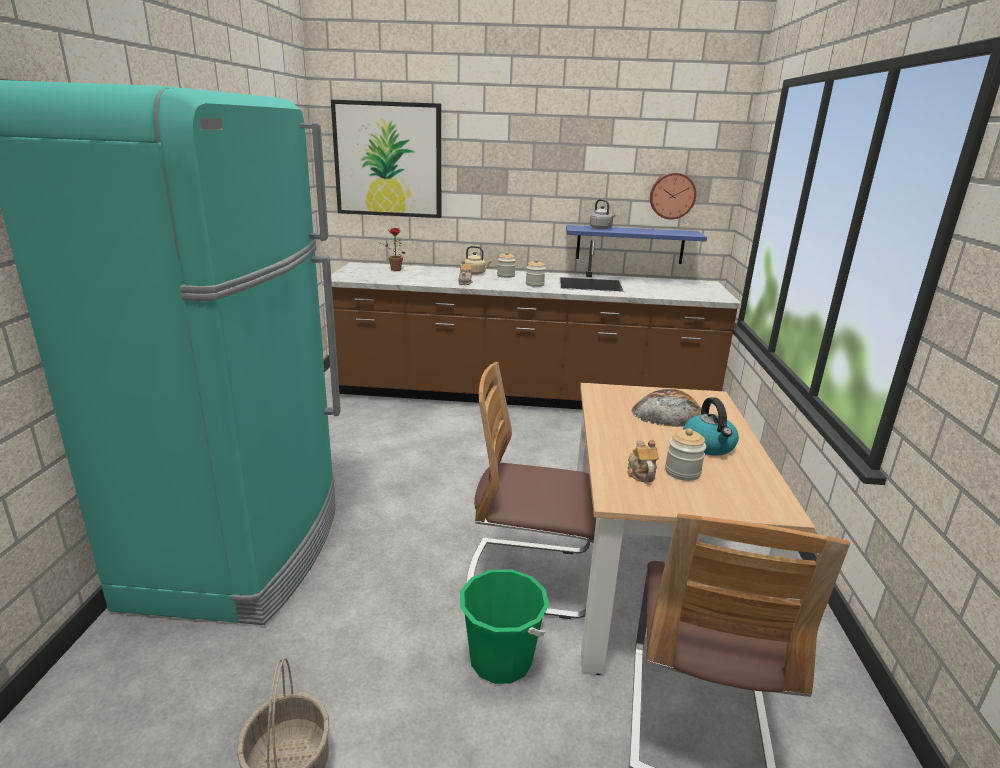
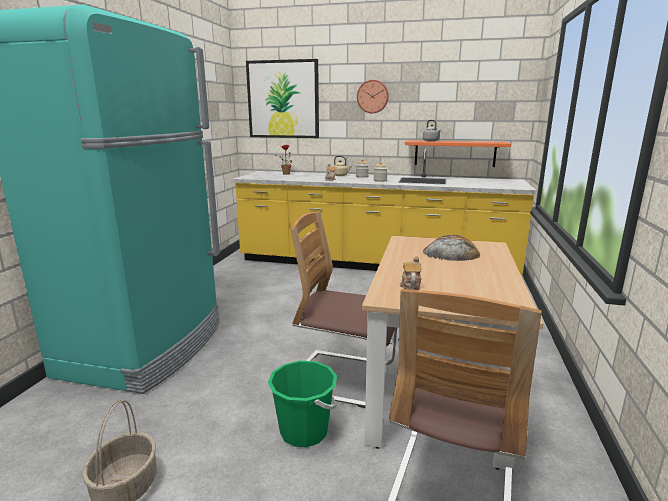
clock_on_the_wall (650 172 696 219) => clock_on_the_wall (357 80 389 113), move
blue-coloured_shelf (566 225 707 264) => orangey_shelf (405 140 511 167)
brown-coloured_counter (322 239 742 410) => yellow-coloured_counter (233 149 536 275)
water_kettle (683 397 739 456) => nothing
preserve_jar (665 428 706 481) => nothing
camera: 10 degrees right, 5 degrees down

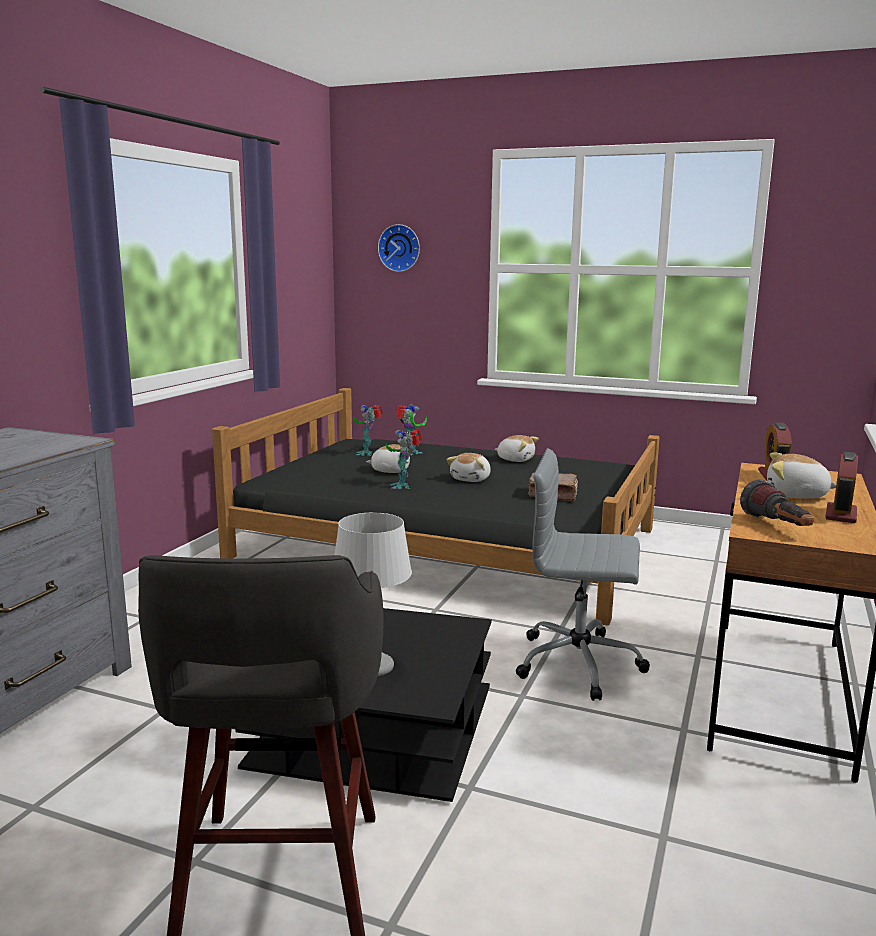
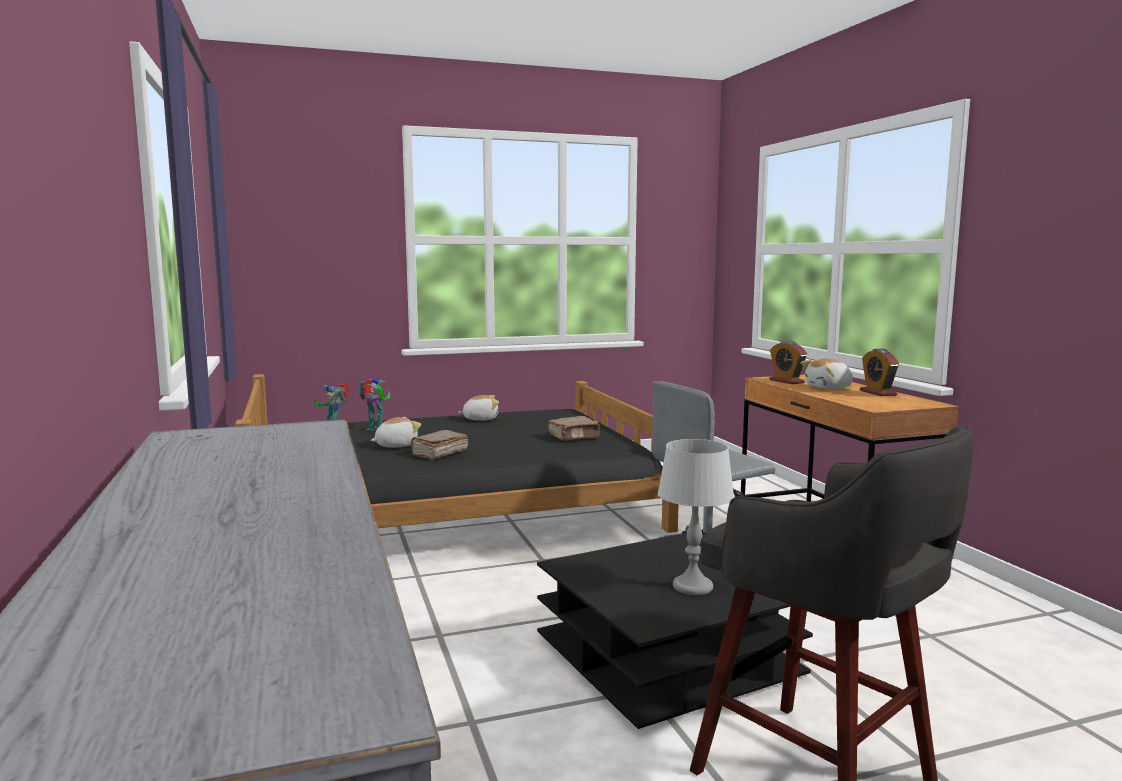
clock_on_the_wall (378 224 420 272) => nothing
toy_robot (386 429 422 489) => brown-coloured_volume (410 430 468 460)
soft_toy (446 453 491 482) => nothing
hand_torch (740 479 814 526) => nothing
camera: 40 degrees left, 5 degrees down

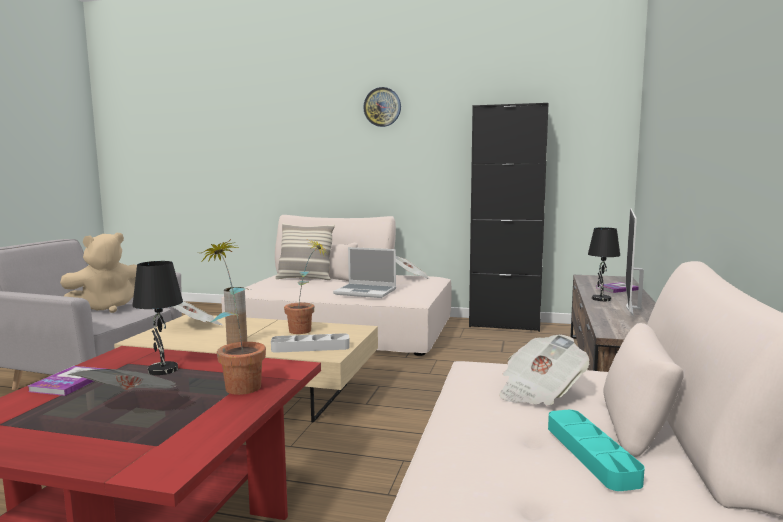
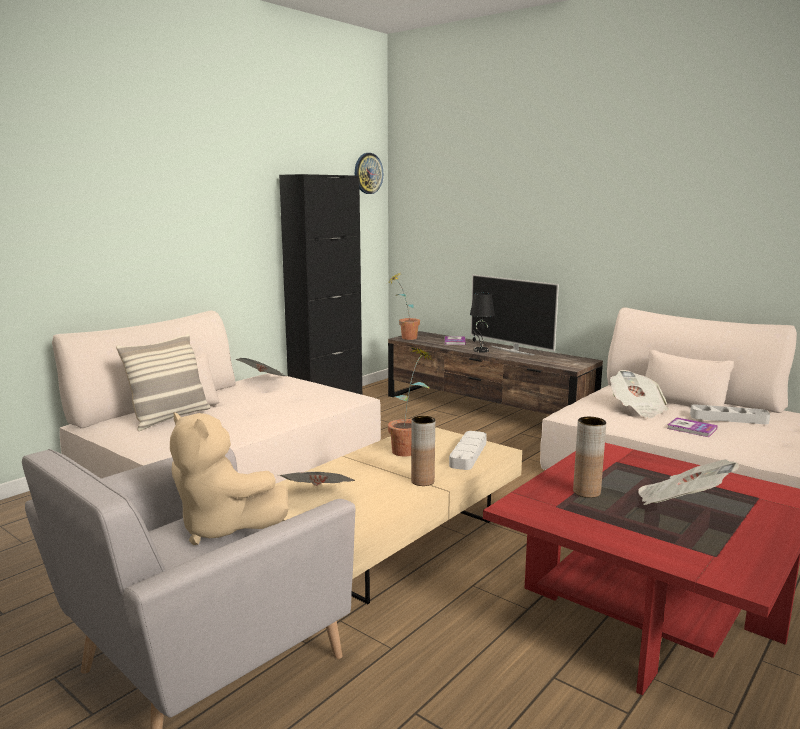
clock_on_the_wall (363 87 401 127) => clock_on_the_wall (355 153 383 194), move
beige_soft_toy (60 233 137 313) => beige_soft_toy (170 412 289 545), 135 degrees clockwise
plant_in_a_pot (201 239 266 395) => plant_in_a_pot (388 273 420 340), move
laptop (333 247 396 298) => nothing
blackish_tabletop_lamp (132 261 183 375) => brown-coloured_vase (573 417 606 498)
volume (28 366 105 396) => volume (667 417 718 437), move
turquoise-coloured_tray (548 410 645 491) => gray_tray (690 404 770 424)
camera: 65 degrees left, 5 degrees up

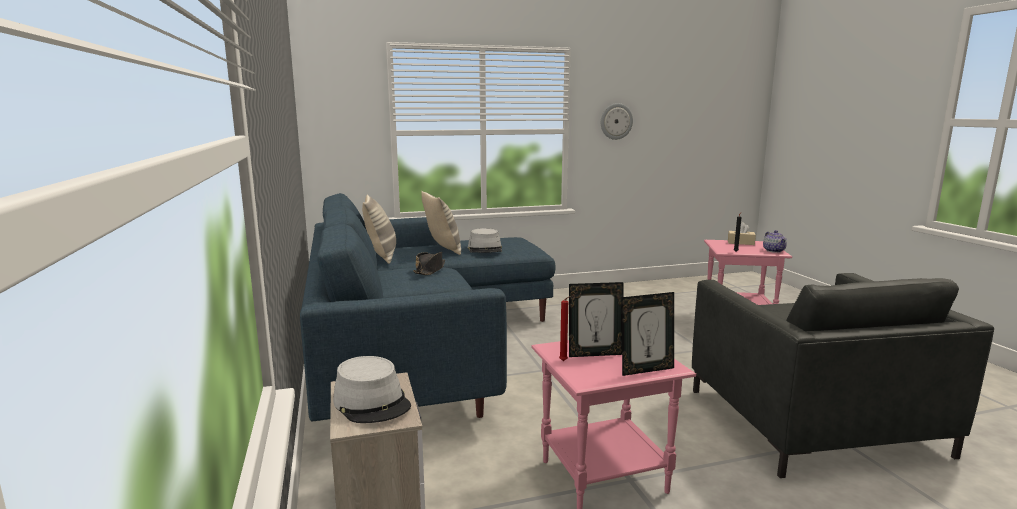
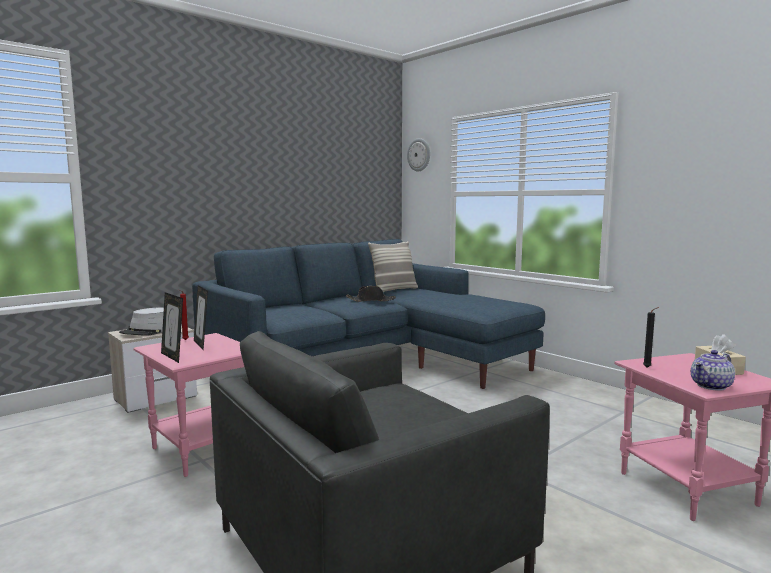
clock_on_the_wall (601 103 633 140) => clock_on_the_wall (407 138 430 172), move
pillow (421 191 461 255) => nothing
gray_wearable_hat (468 228 502 253) => nothing
camera: 65 degrees right, 5 degrees down

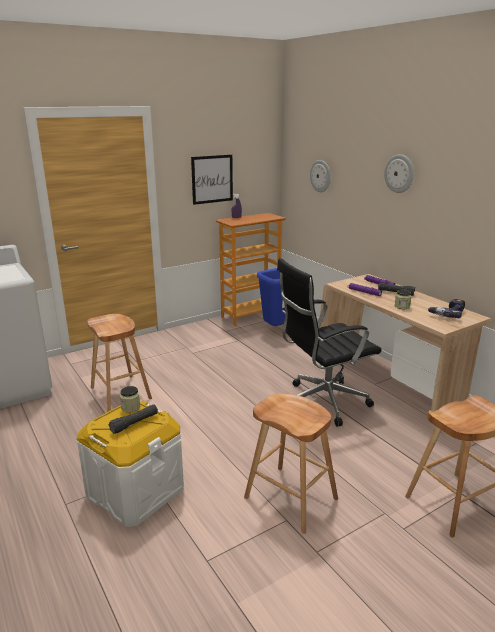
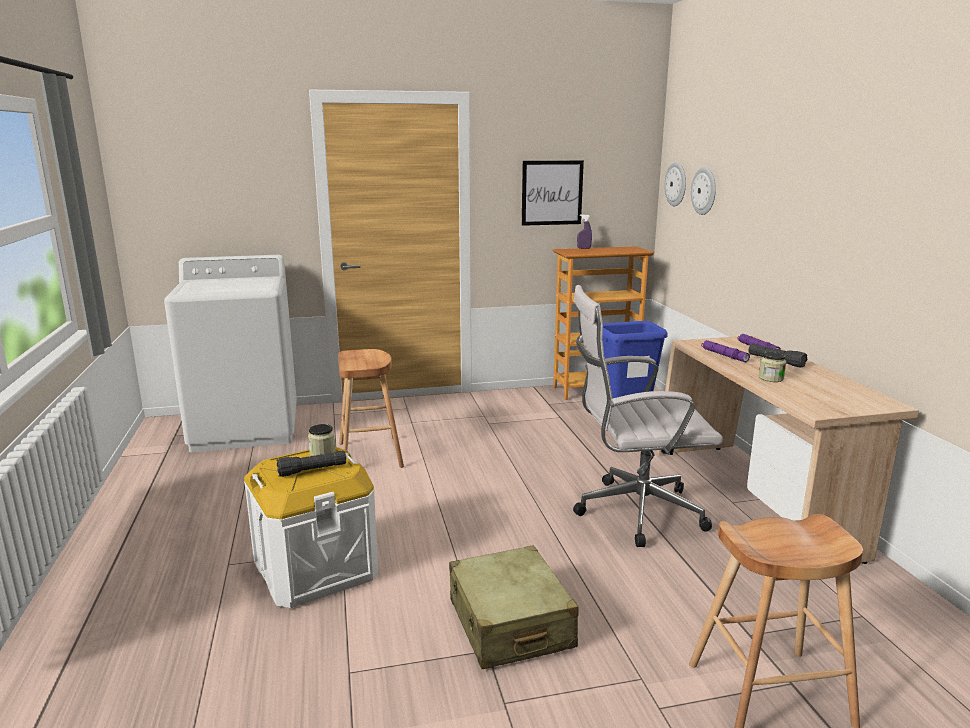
clock_on_the_wall (384 154 414 193) => clock_on_the_wall (664 162 686 206), move
blackish_desk_chair (277 258 382 427) => white_desk_chair (573 285 723 547)
power_drill (428 299 465 318) => nothing
brown-coloured_stool (244 393 338 534) => beige_travel_case (449 545 579 669)
camera: 20 degrees right, 5 degrees down

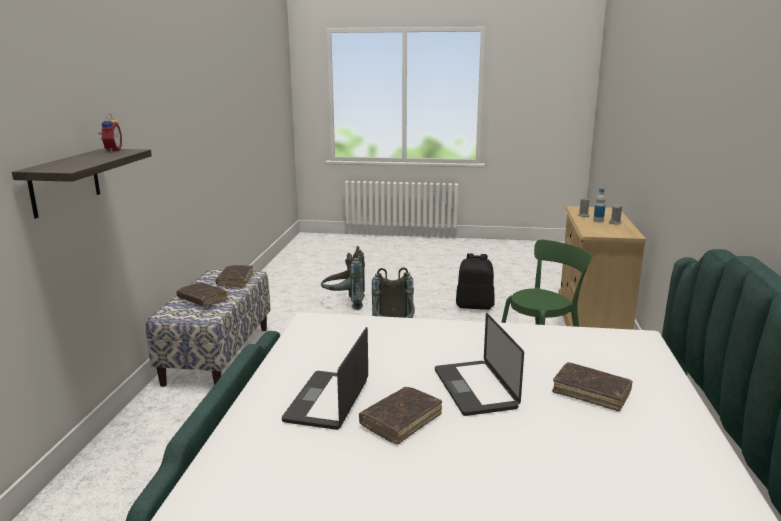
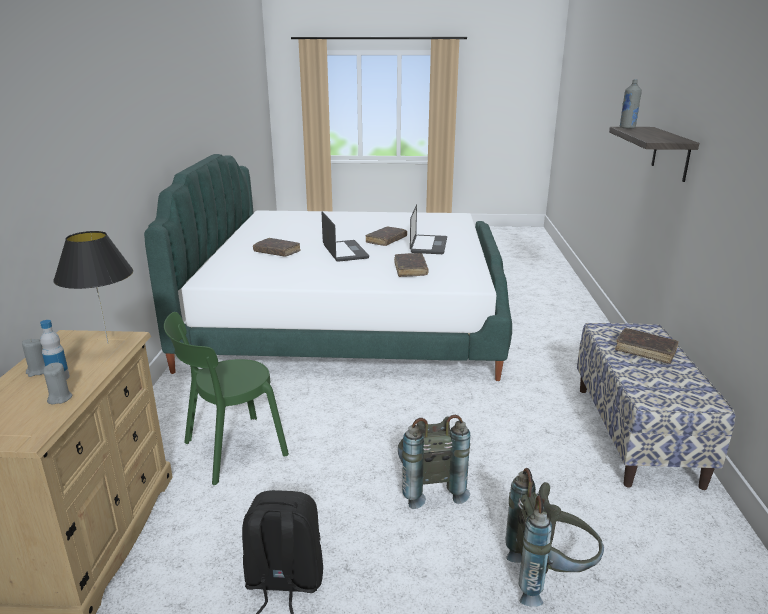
bedside_clock (99 113 122 152) => nothing
brown-coloured_volume (216 265 253 287) => brown-coloured_volume (394 253 429 277), move
nothing => gray_drink_bottle (620 79 642 129)
nothing => blackish_tabletop_lamp (53 231 133 344)
camera: 175 degrees right, 5 degrees up

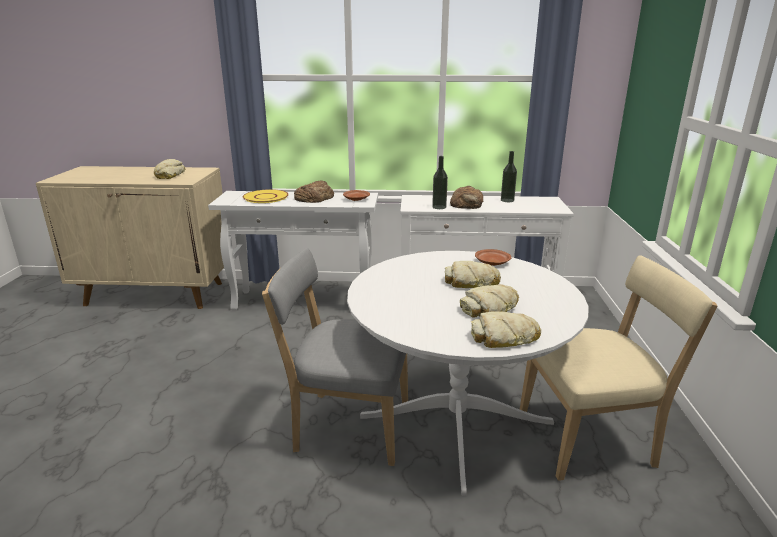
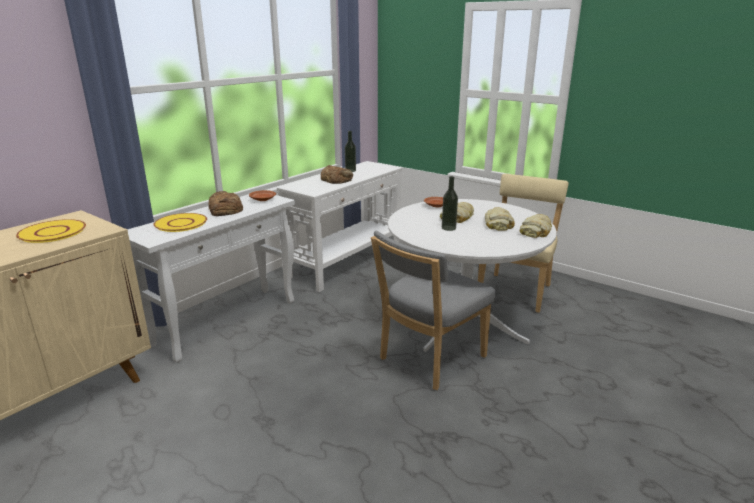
drink_bottle (432 156 448 209) => drink_bottle (442 176 458 231), move
bakery_bread (154 159 185 179) => yellow-coloured_flat_dish (16 219 86 243)
camera: 55 degrees left, 0 degrees up

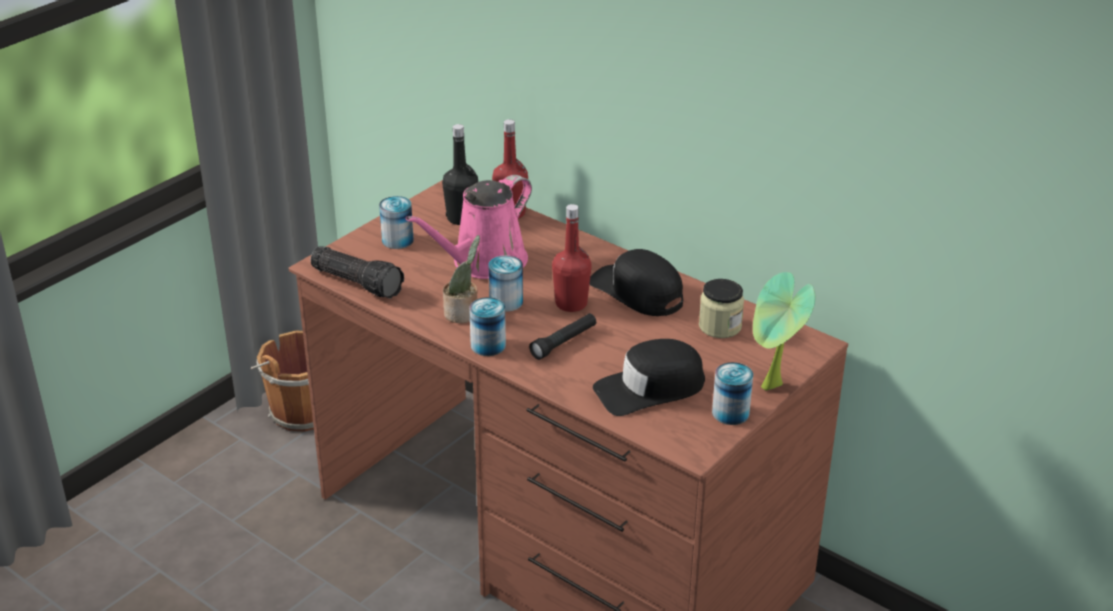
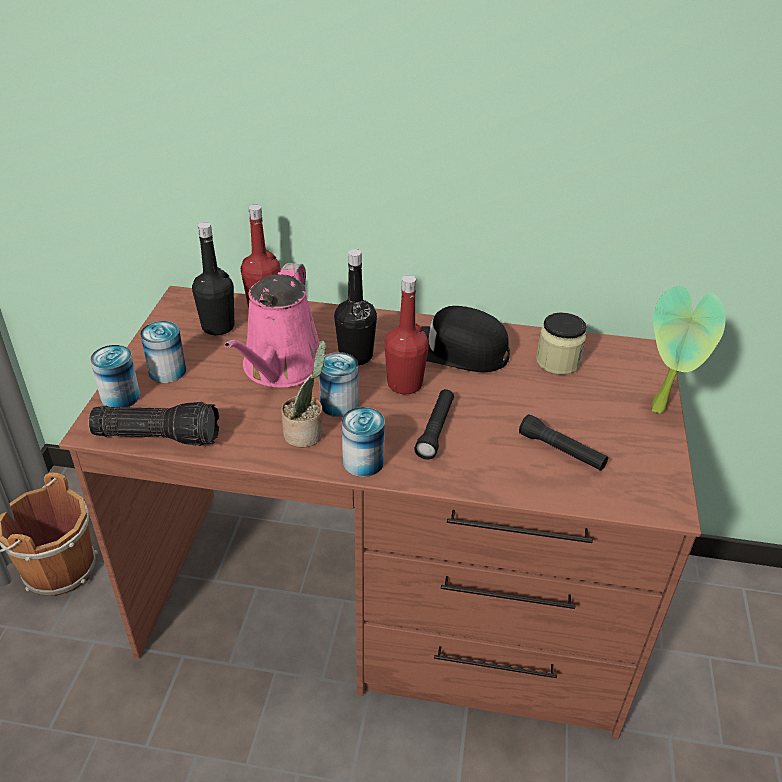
blackish_peaked_cap (593 339 705 416) => blackish_hand_torch (519 414 608 471)
metal_can (712 362 753 425) => metal_can (90 345 140 407), move
nothing => blackish_drink_bottle (334 249 377 365)
camera: 30 degrees left, 5 degrees up

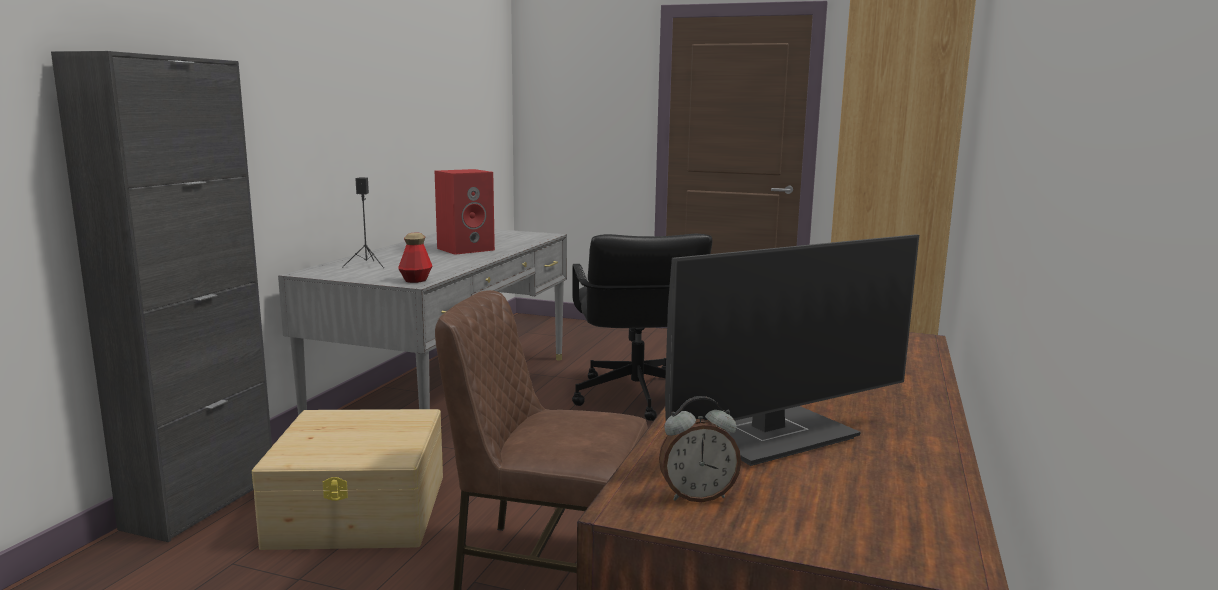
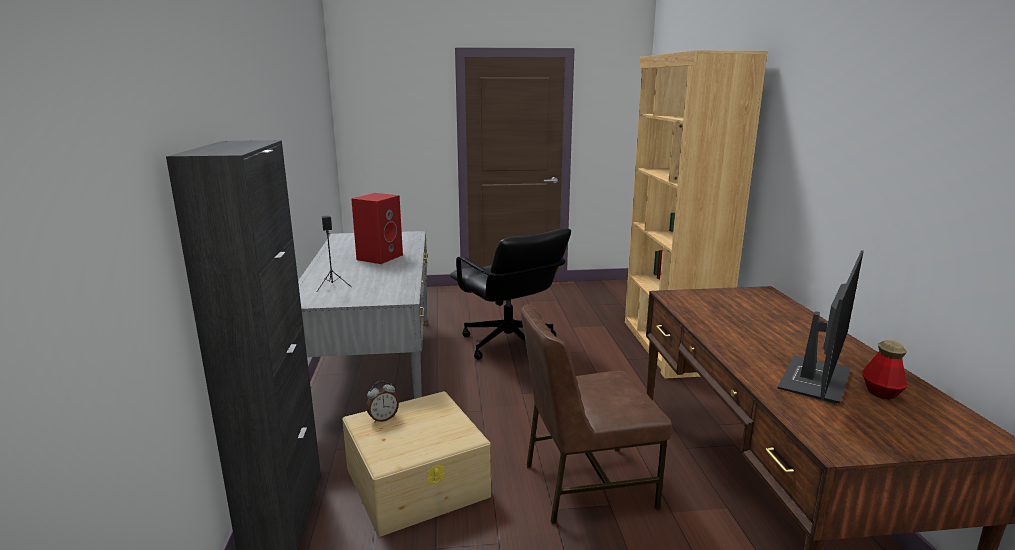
drink_bottle (398 233 432 283) => drink_bottle (862 340 908 399), move
bedside_clock (659 396 741 502) => bedside_clock (366 381 399 423), move
camera: 25 degrees left, 5 degrees up

